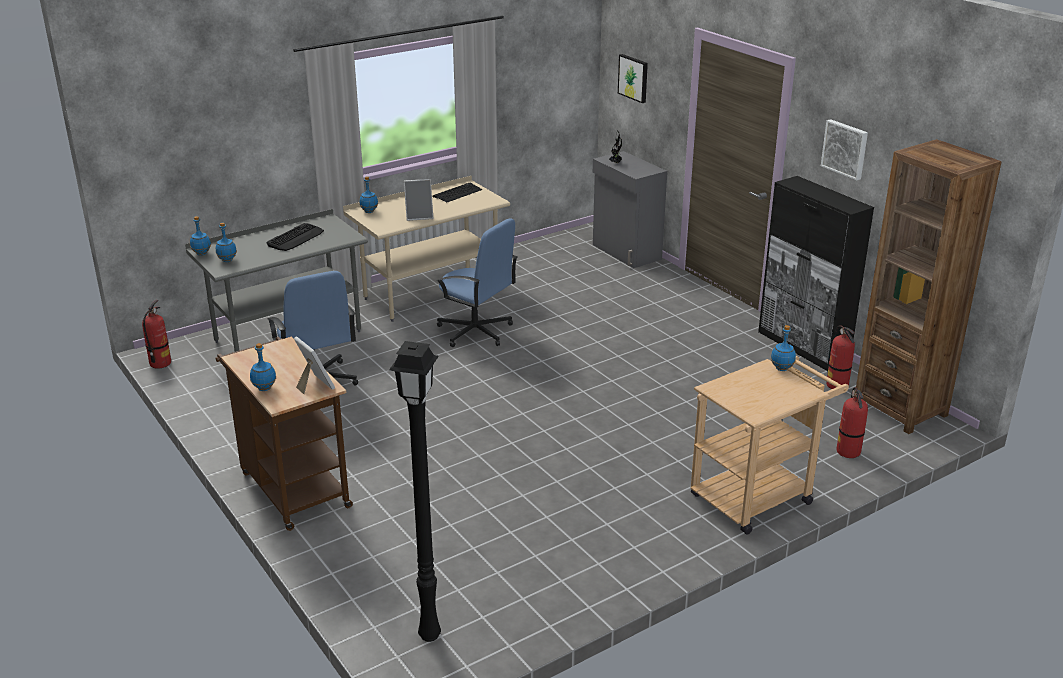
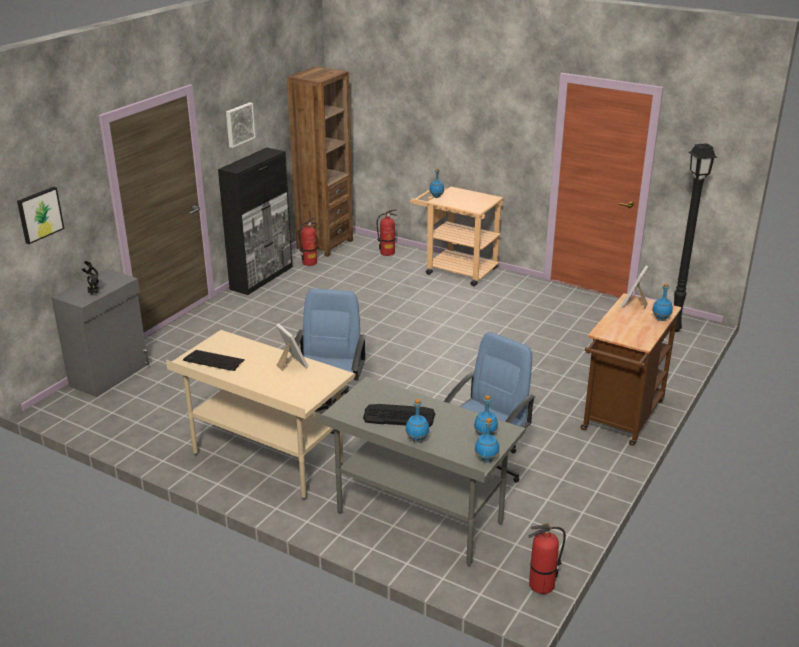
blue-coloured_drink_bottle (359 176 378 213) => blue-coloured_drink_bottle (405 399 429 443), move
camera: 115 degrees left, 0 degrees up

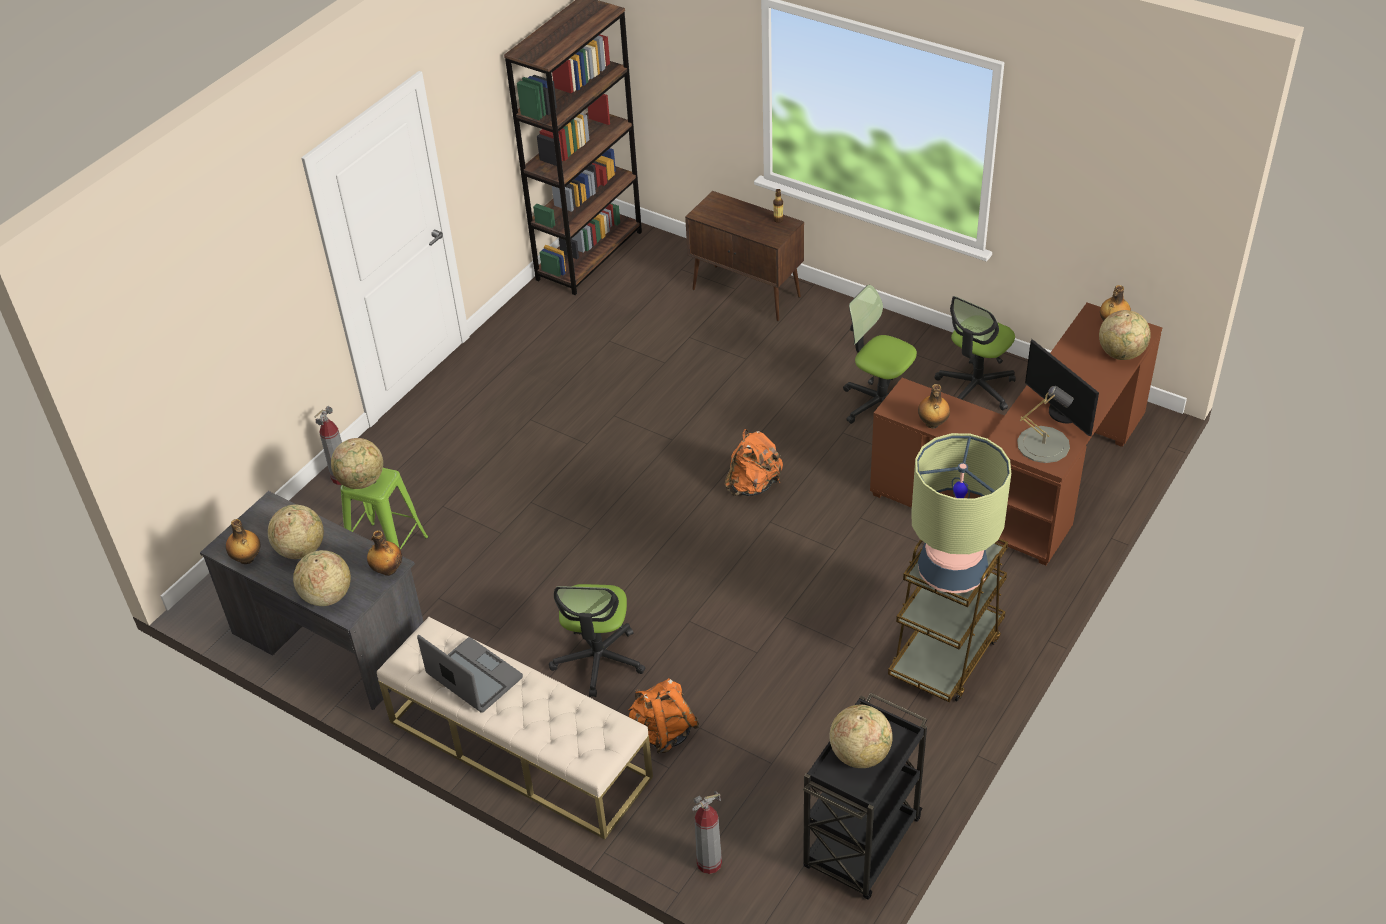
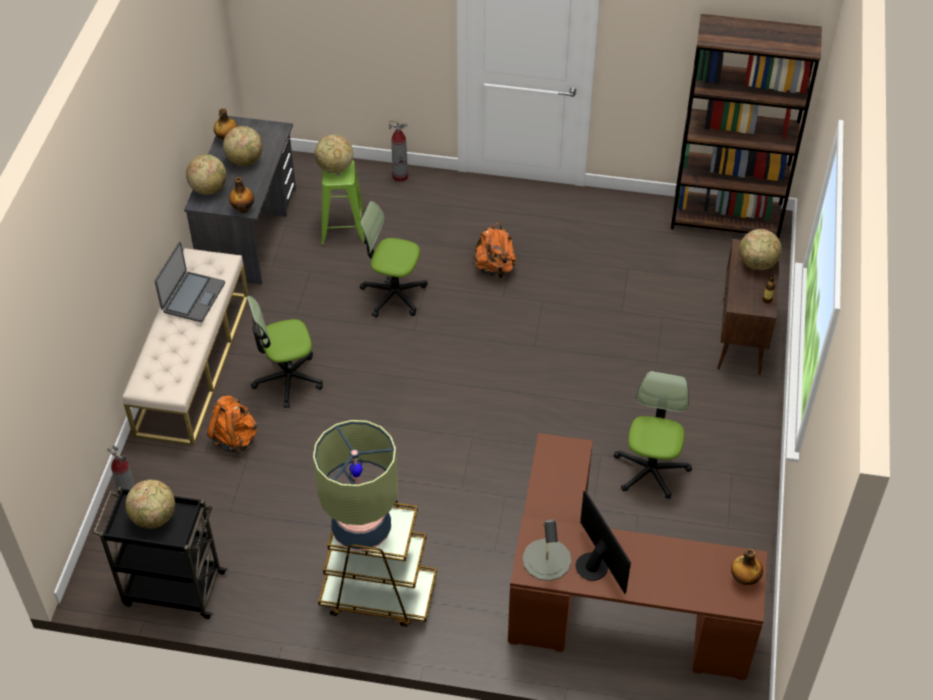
desk_chair (934 296 1016 410) => desk_chair (360 201 428 318), move
world_globe (1099 310 1151 360) => world_globe (739 229 782 270), move
computer_display (1025 339 1099 436) => computer_display (575 491 631 594), 120 degrees clockwise
drink_bottle (918 384 950 429) => nothing
orangey_backpack (725 429 783 496) => orangey_backpack (472 223 516 278), move
camera: 65 degrees right, 5 degrees up

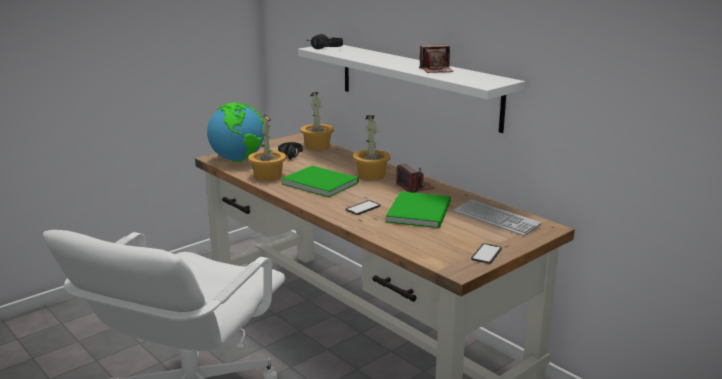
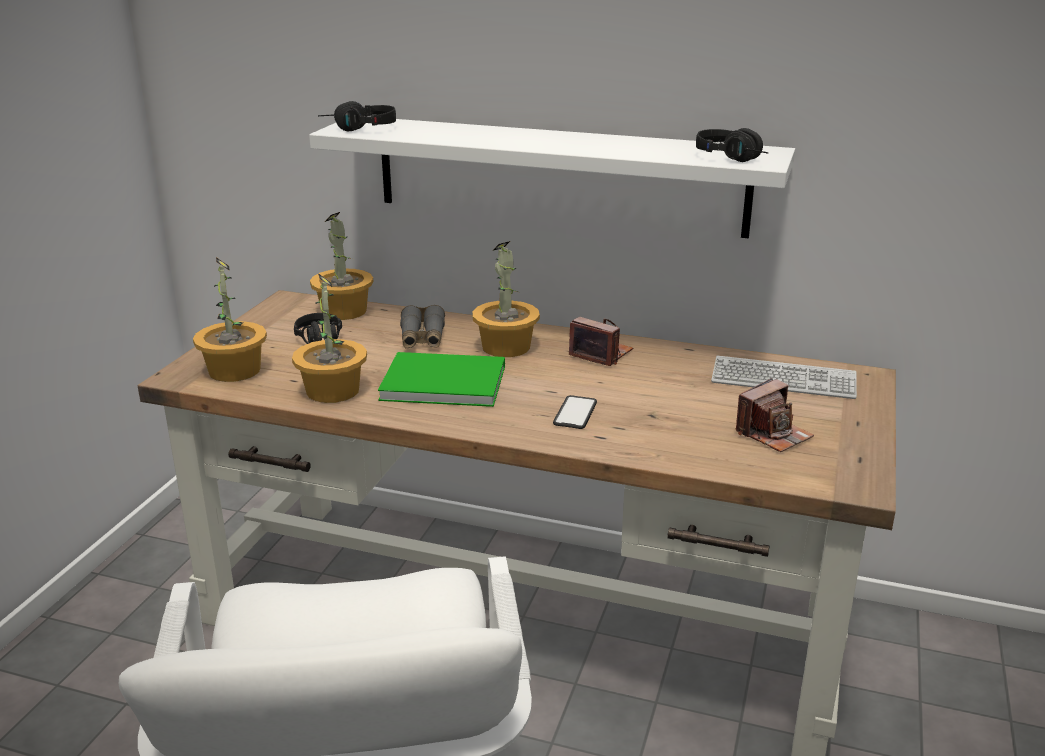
still_camera (419 44 454 73) => still_camera (736 378 814 452), move
world_globe (207 103 264 162) => plant_in_a_pot (193 257 267 382)
green_volume (386 191 451 228) => nothing
telephone (471 243 502 264) => nothing
nothing => blackish_pair_of_headphones (696 128 768 162)
nothing => gray_field_glasses (400 305 445 348)
camera: 30 degrees left, 5 degrees up

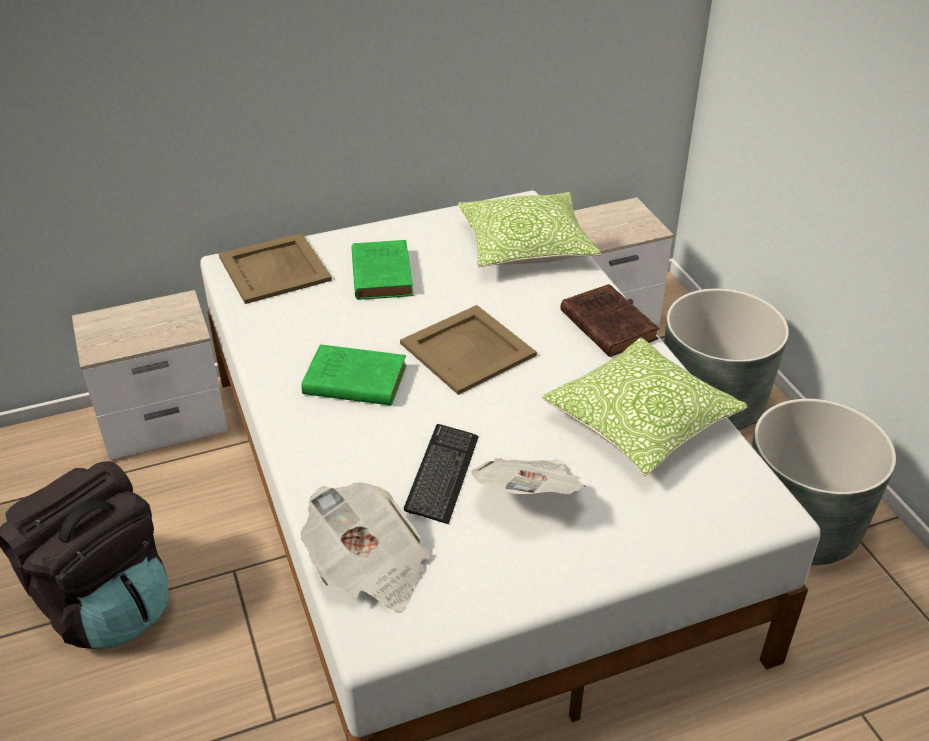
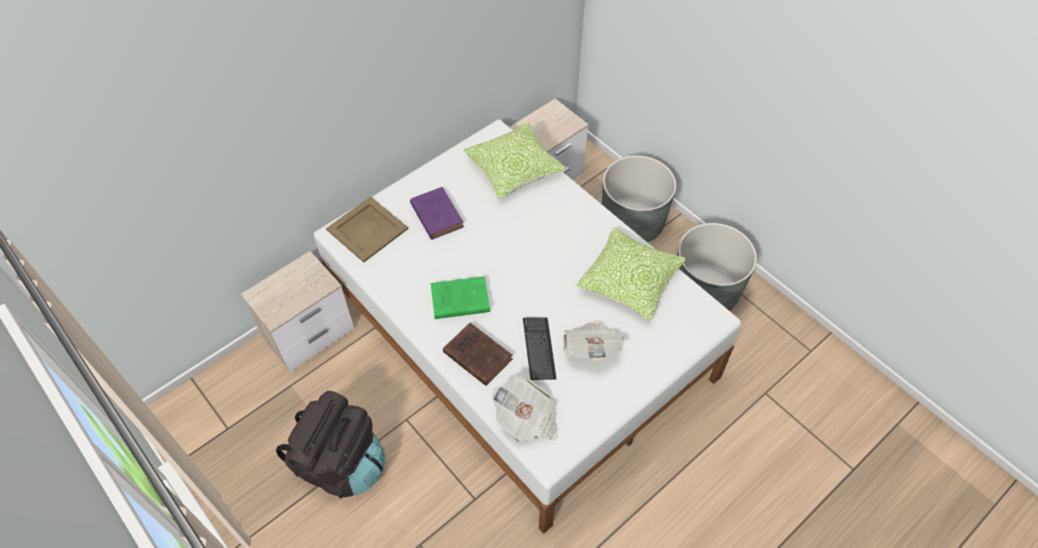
green_volume (352 240 413 300) => purple-coloured_volume (410 187 464 240)
brown-coloured_volume (560 284 660 357) => brown-coloured_volume (443 323 513 386), move
beige_tray (400 305 537 395) => nothing
camera: 20 degrees left, 15 degrees up

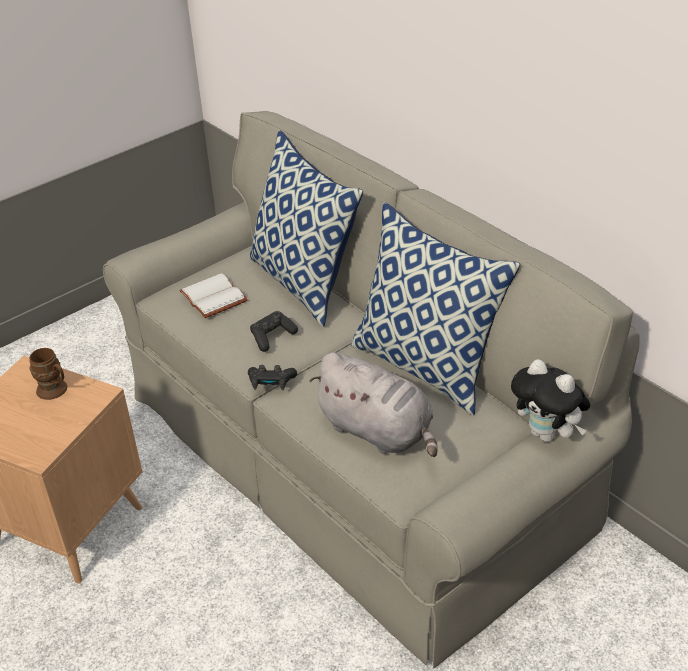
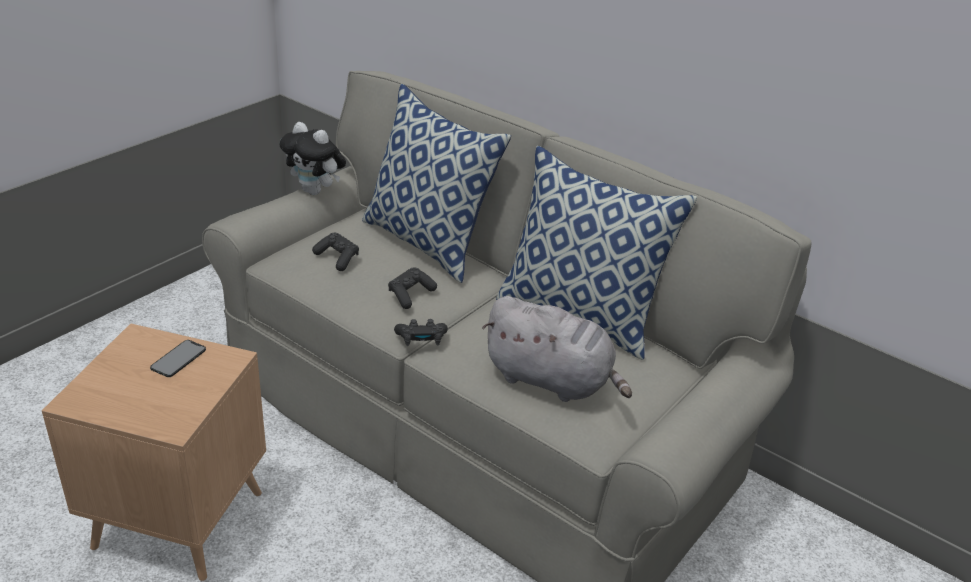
white_volume (179 273 248 318) => blackish_joypad (312 233 359 271)
brown-coloured_coffee_mug (29 348 67 400) => telephone (150 340 206 377)
soft_toy (511 359 590 442) => soft_toy (280 122 346 195), move
camera: 15 degrees left, 5 degrees down

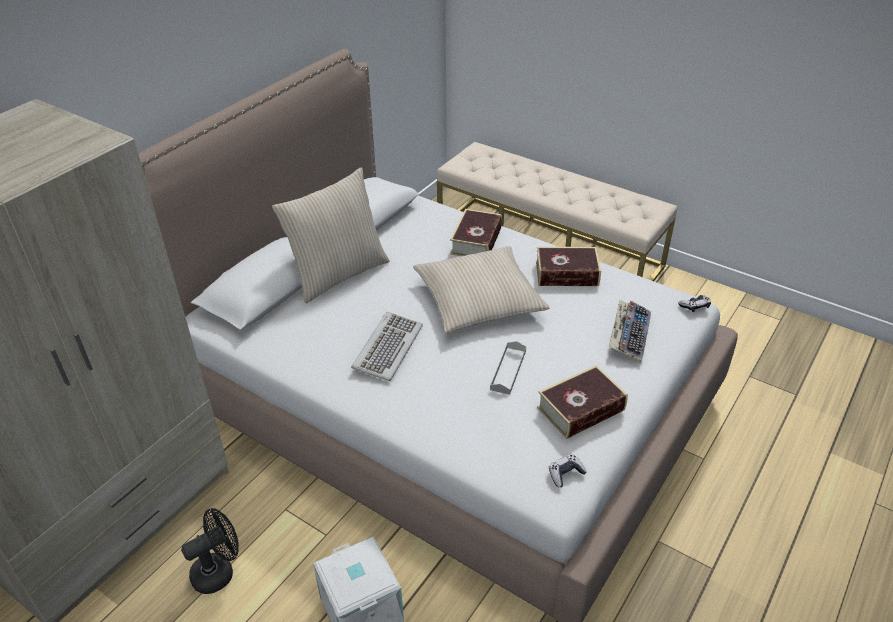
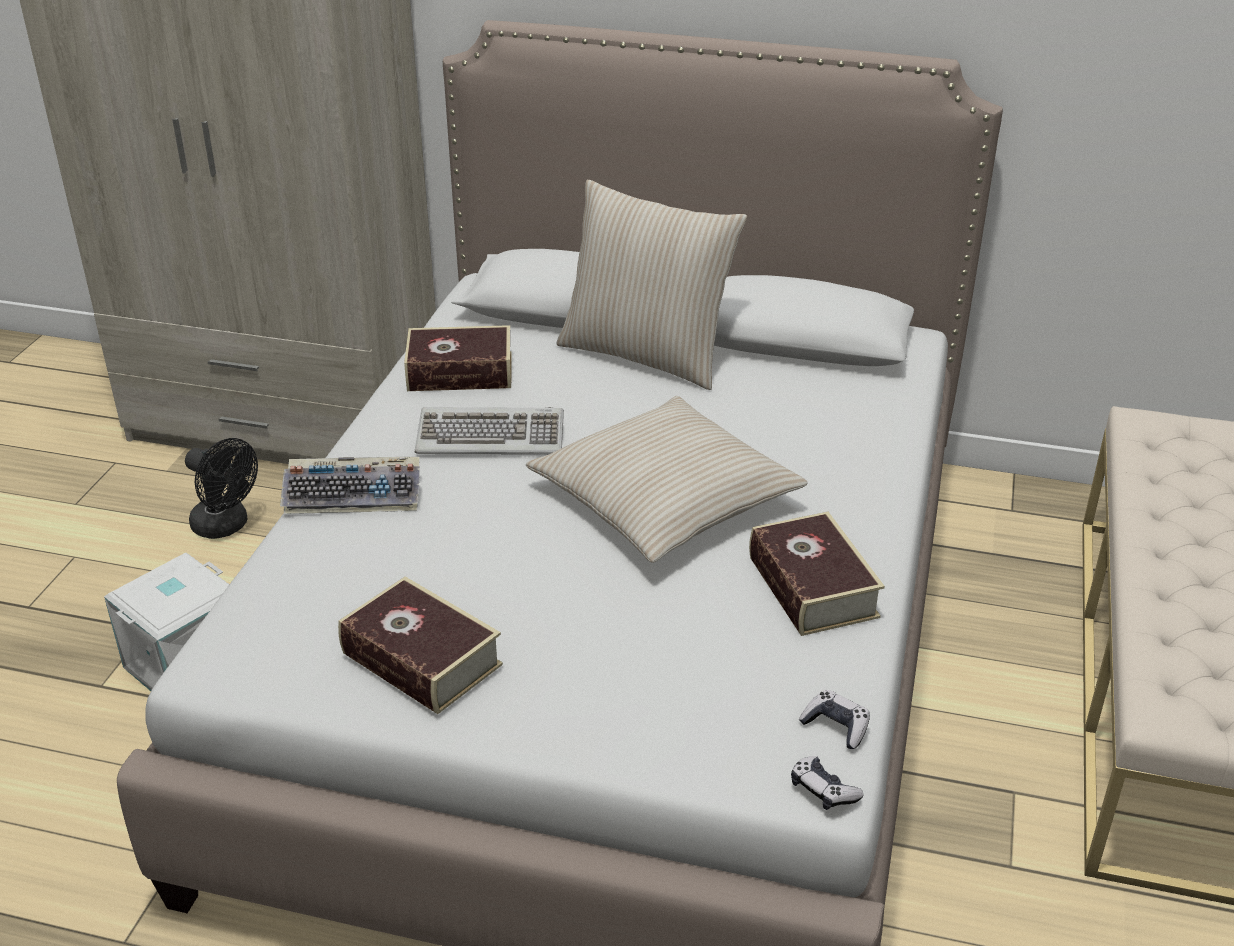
volume (450 209 502 256) => volume (404 325 512 391), move
PC_keyboard (609 300 651 363) => PC_keyboard (280 457 420 514), move
gray_tray (490 341 526 395) => nothing
joypad (549 454 587 487) => joypad (799 690 870 749), move
camera: 70 degrees right, 5 degrees down

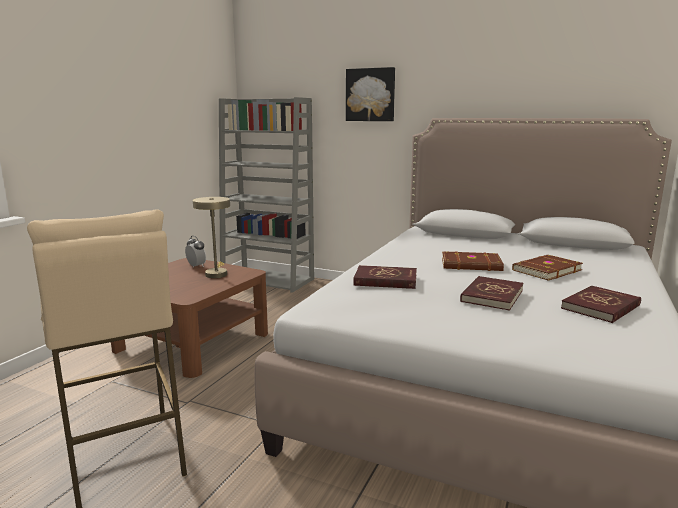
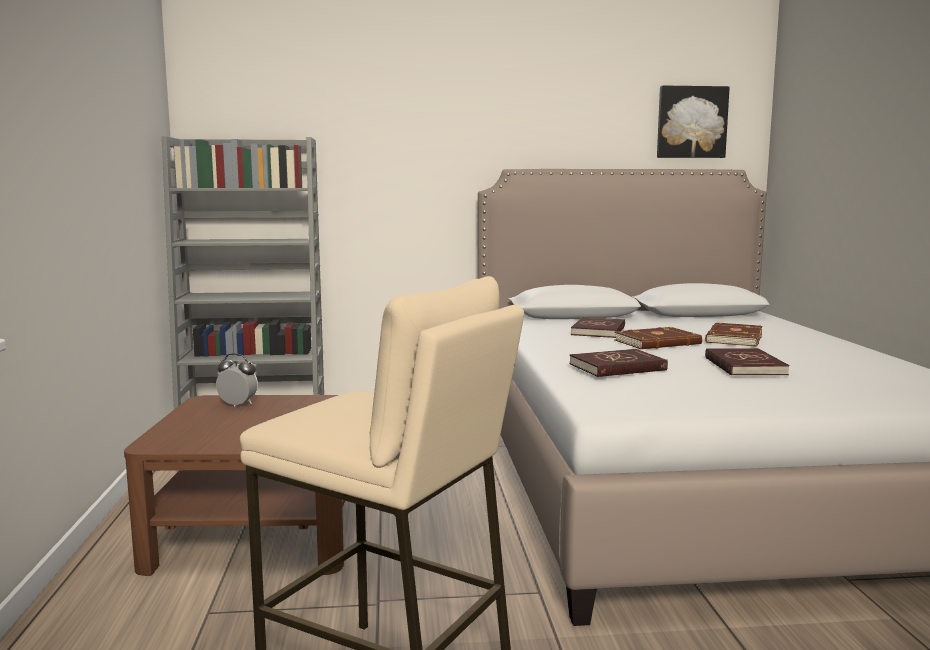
wall_art (346 67 395 121) => wall_art (657 86 730 158), move
beige_tabletop_lamp (193 197 230 278) => nothing
red-coloured_volume (561 285 641 323) => red-coloured_volume (571 317 625 338), move
camera: 30 degrees left, 5 degrees down

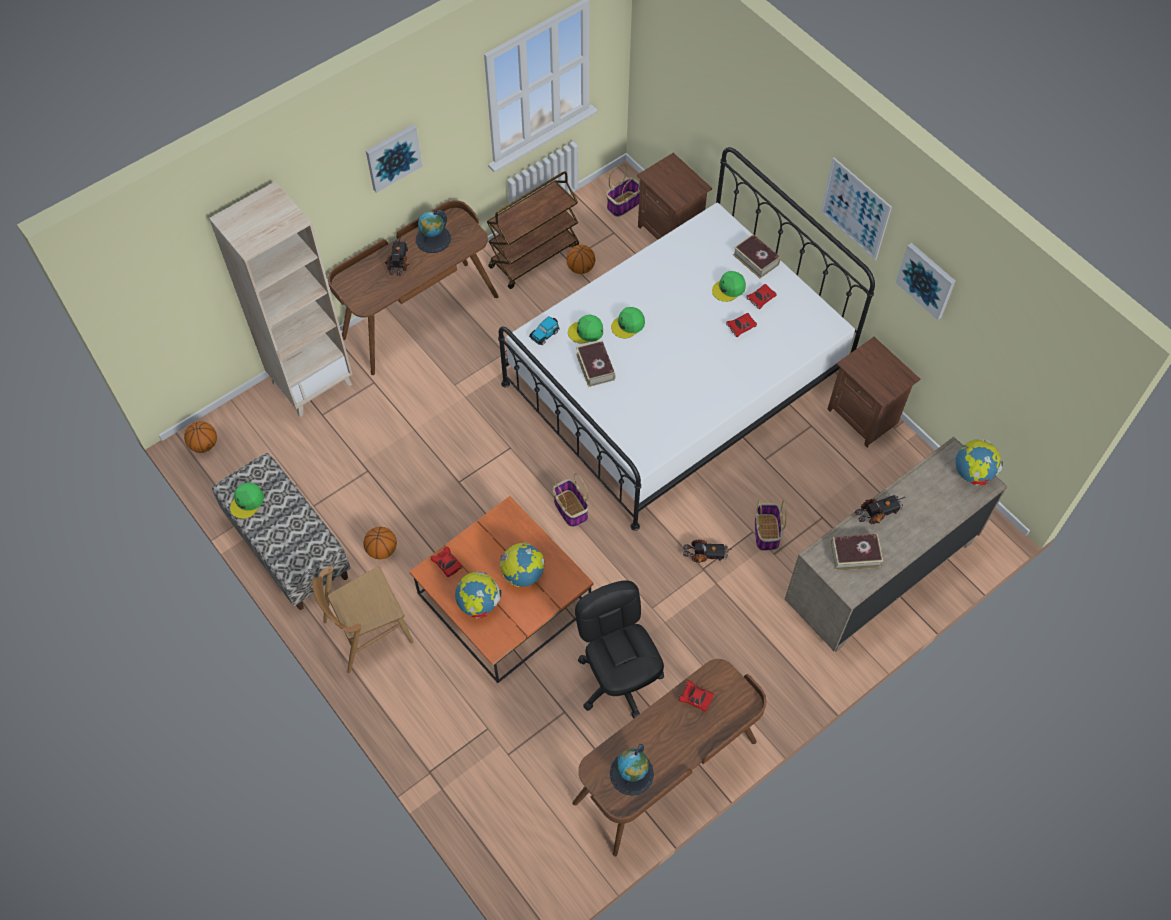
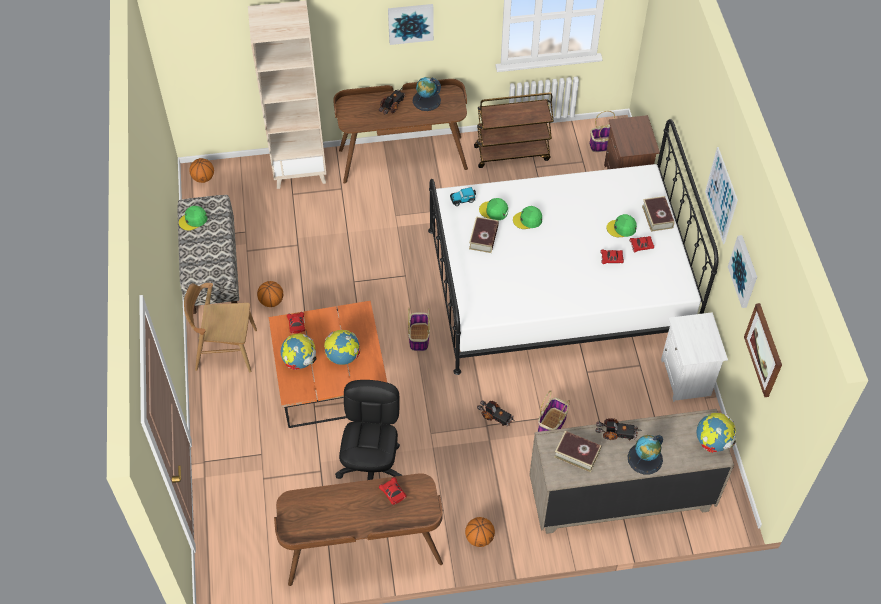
basketball (566 245 595 274) => basketball (465 517 495 547), move
brown-coloured_night_table (827 337 920 448) => white_night_table (661 312 728 402)
world_globe (610 744 654 796) => world_globe (628 435 663 474), move
nothing => wall_art (744 303 782 397)
camera: 30 degrees right, 5 degrees down

